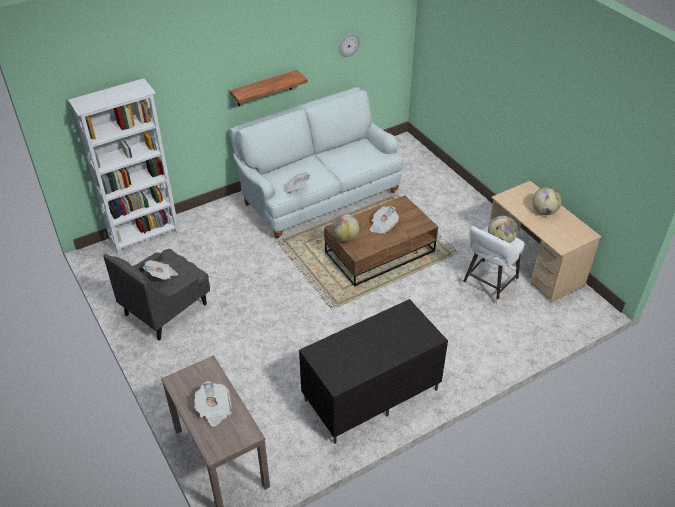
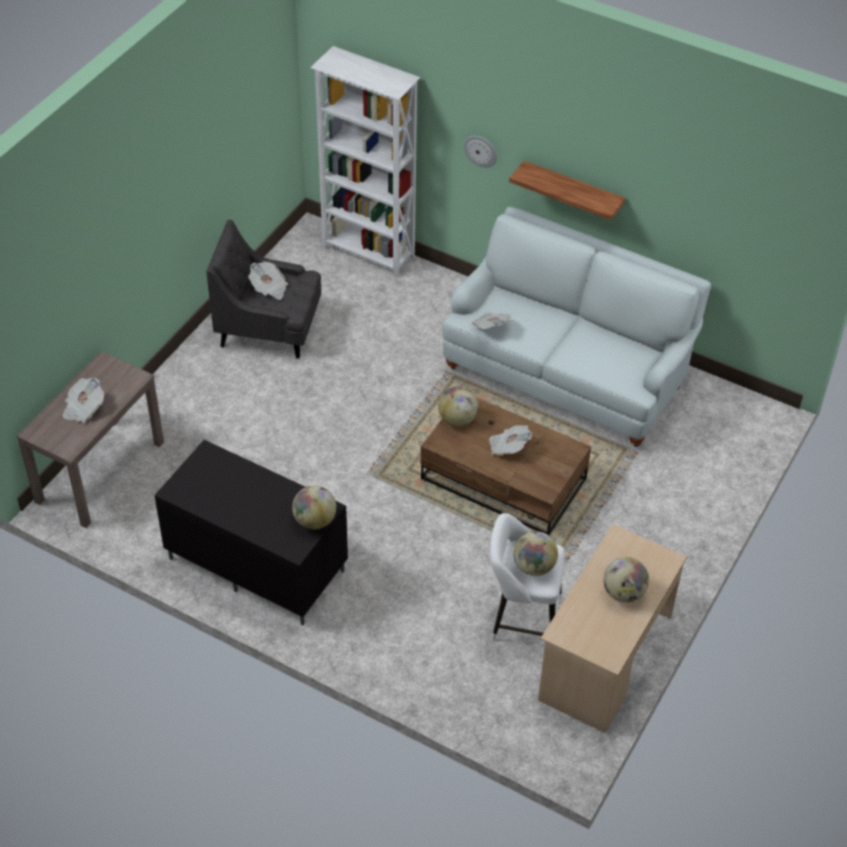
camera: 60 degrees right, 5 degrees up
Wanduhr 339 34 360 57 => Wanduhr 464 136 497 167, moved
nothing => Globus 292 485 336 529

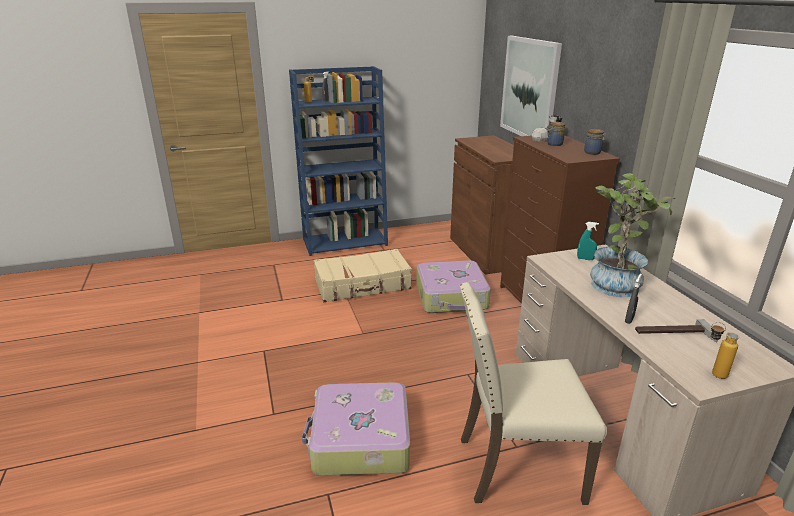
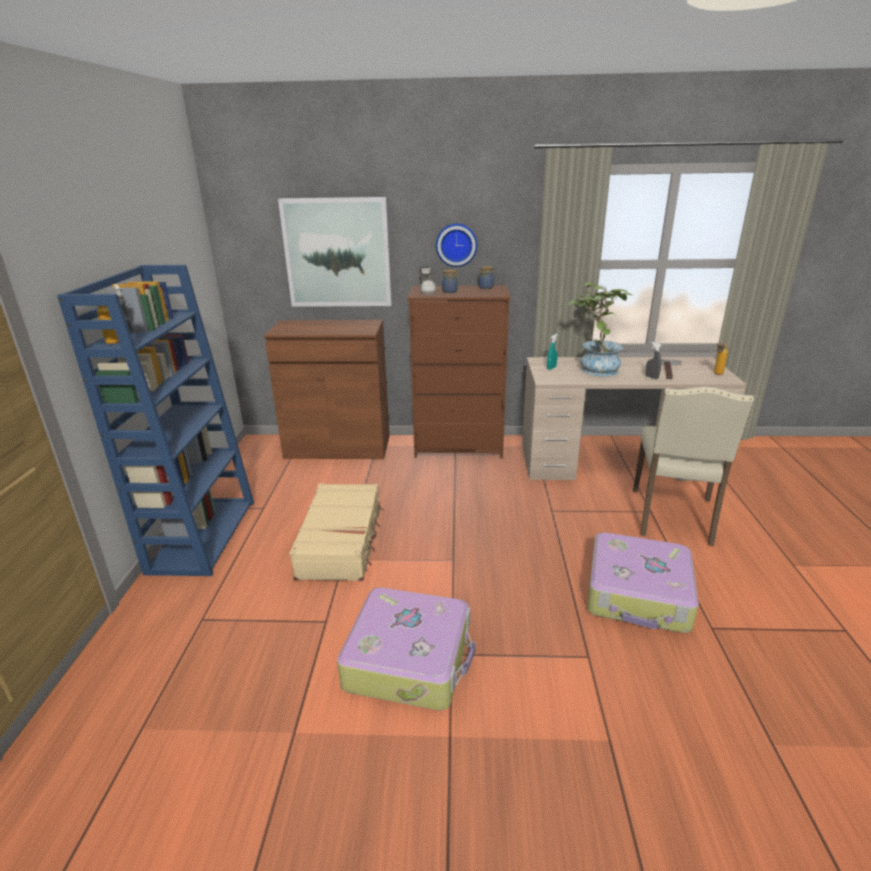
camera: 70 degrees left, 0 degrees up
Koffer 416 260 491 313 => Koffer 337 588 476 710, moved
nothing => Wanduhr 436 224 477 267

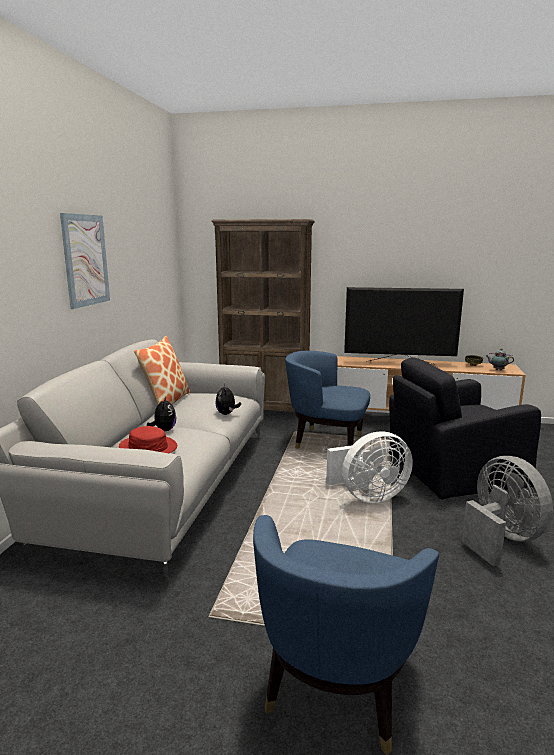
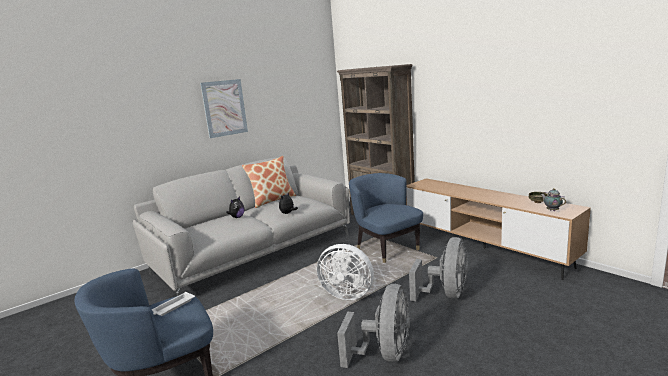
camera: 40 degrees right, 0 degrees up
Hut [rot] 119 426 177 453 => nothing
Fernseher 344 287 464 364 => nothing
Sessel [schwarz] 389 357 541 500 => Ventilator [grau] 409 237 468 301
nothing => Tablett [weiß] 152 292 195 316

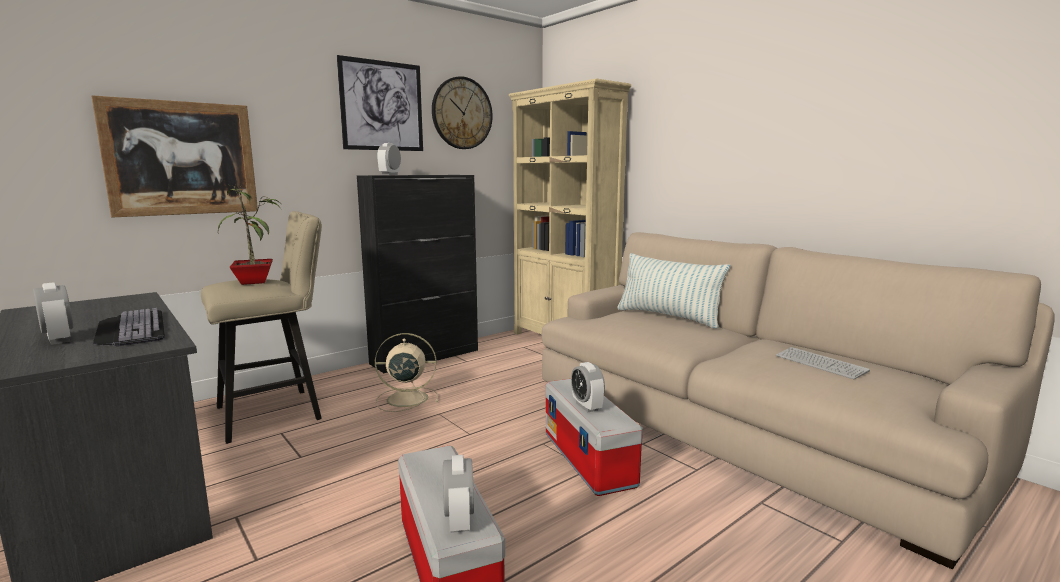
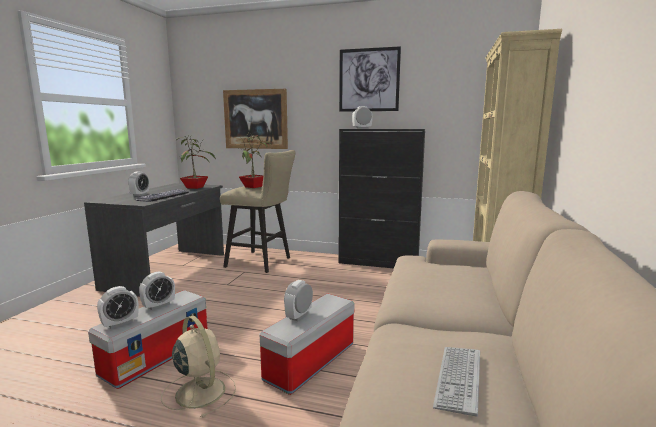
camera: 55 degrees right, 0 degrees up
Ventilator [beige] 375 333 438 412 => Ventilator [beige] 161 316 236 418, moved
Wanduhr 432 76 493 149 => nothing
Kissen 617 253 730 329 => nothing
nothing => Wecker 139 272 175 310
nothing => Topfpflanze 175 135 216 189

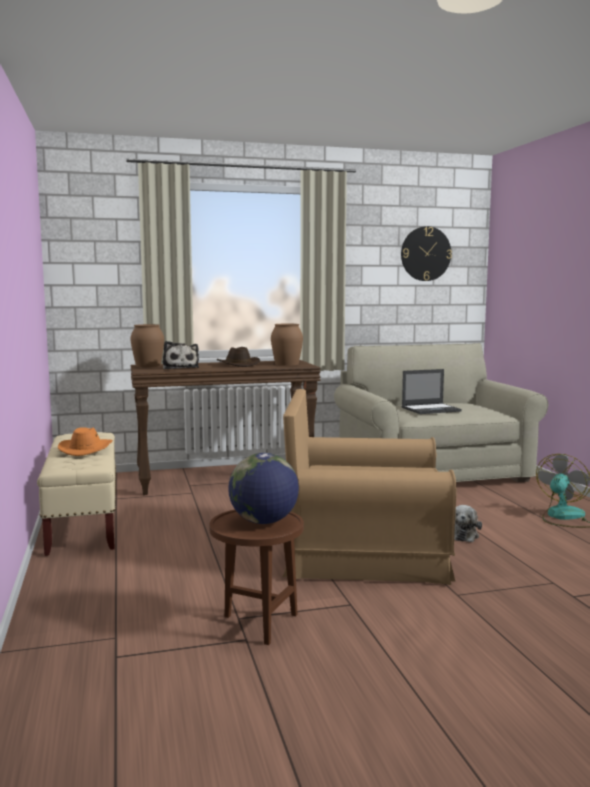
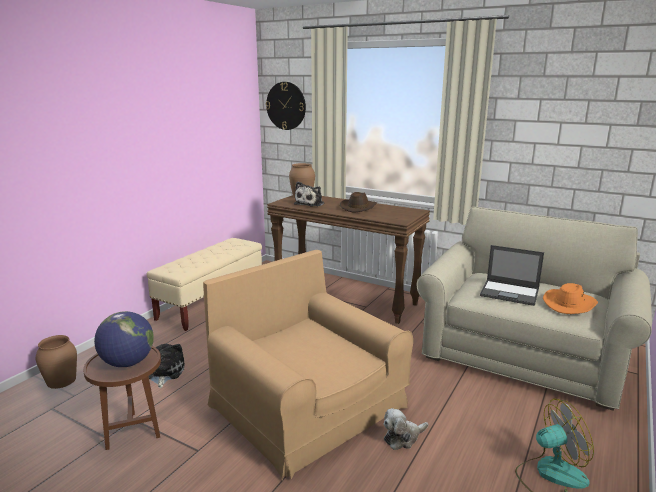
camera: 45 degrees right, 10 degrees up
Hut [orange] 58 427 113 456 => Hut [orange] 543 283 598 314, moved
Vase [braun] 271 324 303 366 => Vase [braun] 36 335 77 389, moved
Wanduhr 401 226 452 281 => Wanduhr 266 82 306 130, moved
nothing => Plüschtier 149 344 185 388

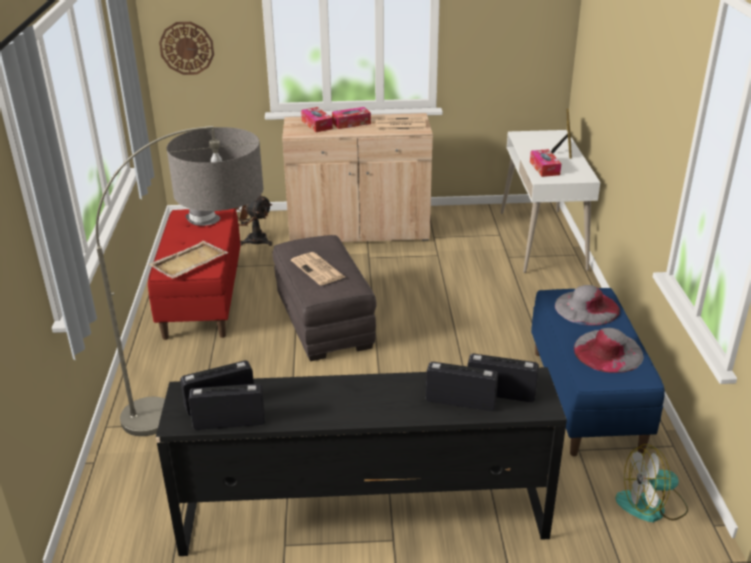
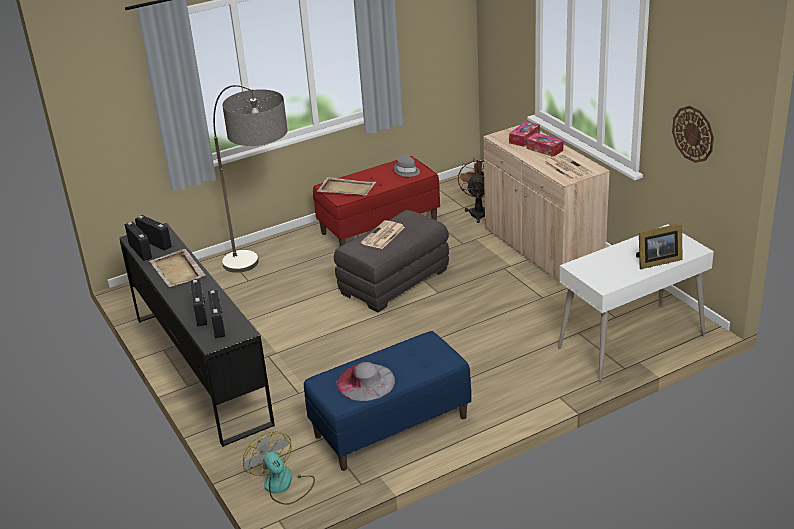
camera: 65 degrees right, 0 degrees up
Wanduhr 159 22 214 75 => Wanduhr 672 106 714 163, moved
Taschentuchbox 530 149 561 177 => nothing
Hut [grau] 555 285 620 326 => nothing
nothing => Tablett [beige] 149 249 206 287

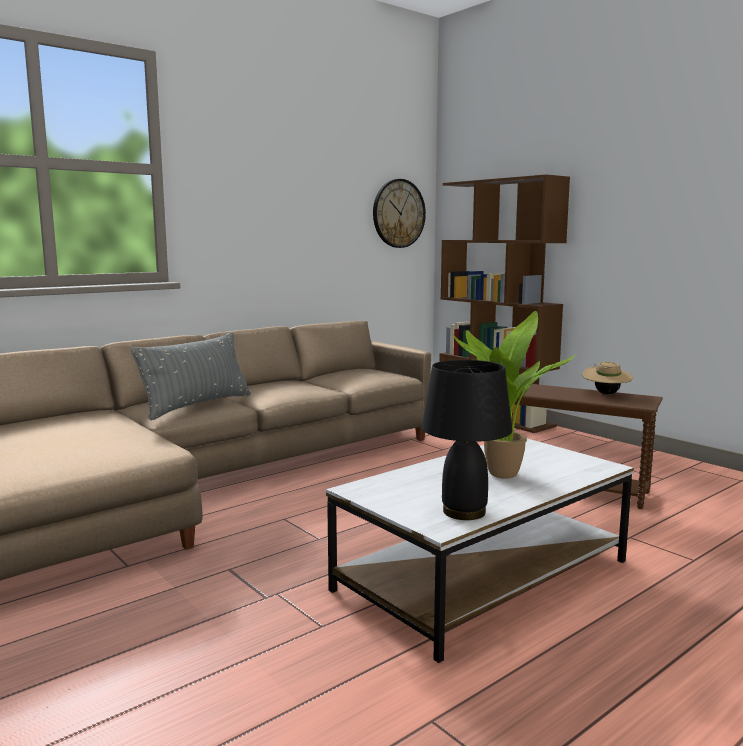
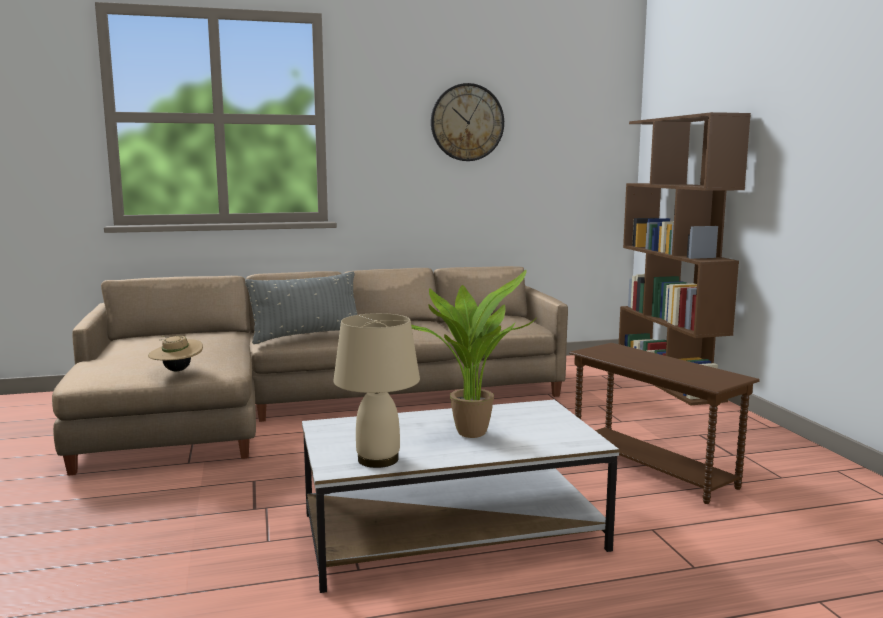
camera: 25 degrees right, 0 degrees up
Wanduhr 373 179 426 248 => Wanduhr 431 83 504 161, moved
Tischlampe [schwarz] 422 360 512 520 => Tischlampe [beige] 333 313 420 468
Hut [beige] 582 362 633 394 => Hut [beige] 148 336 203 371, moved

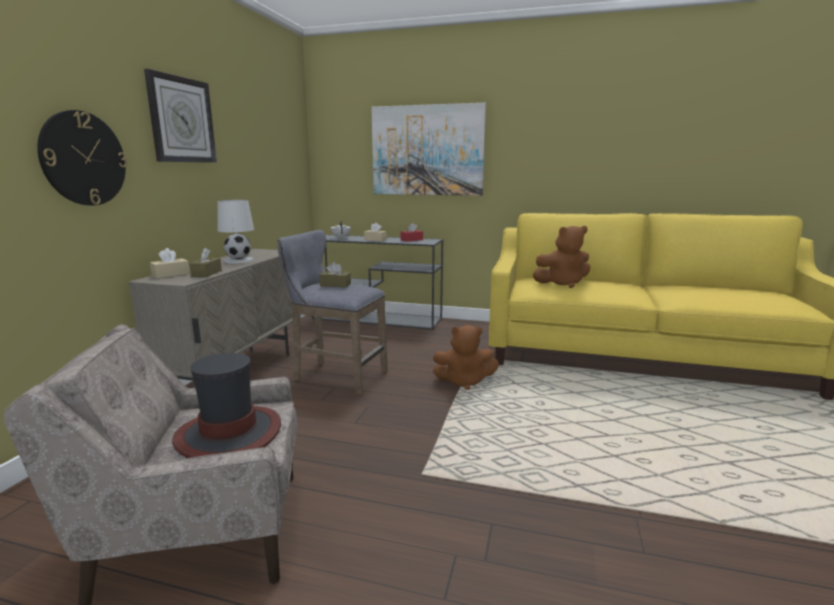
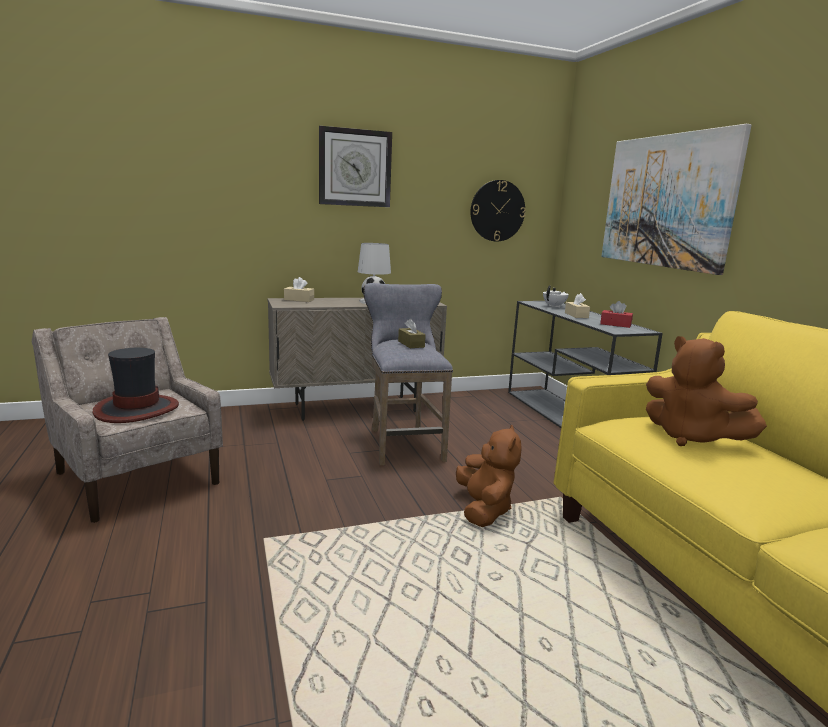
camera: 55 degrees right, 0 degrees up
Wanduhr 37 110 127 205 => Wanduhr 471 180 526 242, moved
Taschentuchbox [braun] 189 248 222 277 => nothing
Plüschtier [braun] 433 325 499 390 => Plüschtier [braun] 456 425 522 527, 150 degrees counterclockwise

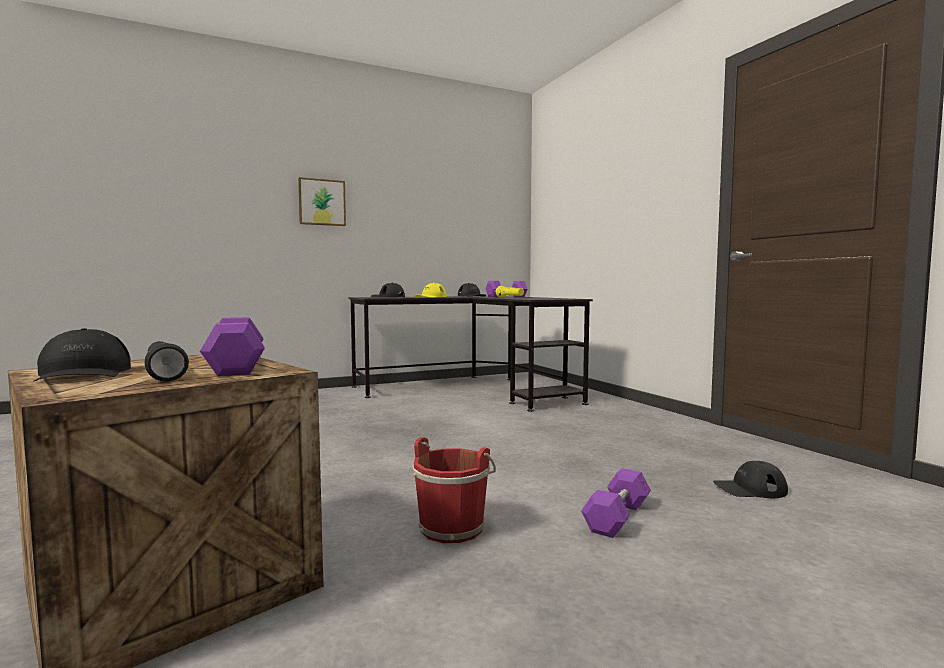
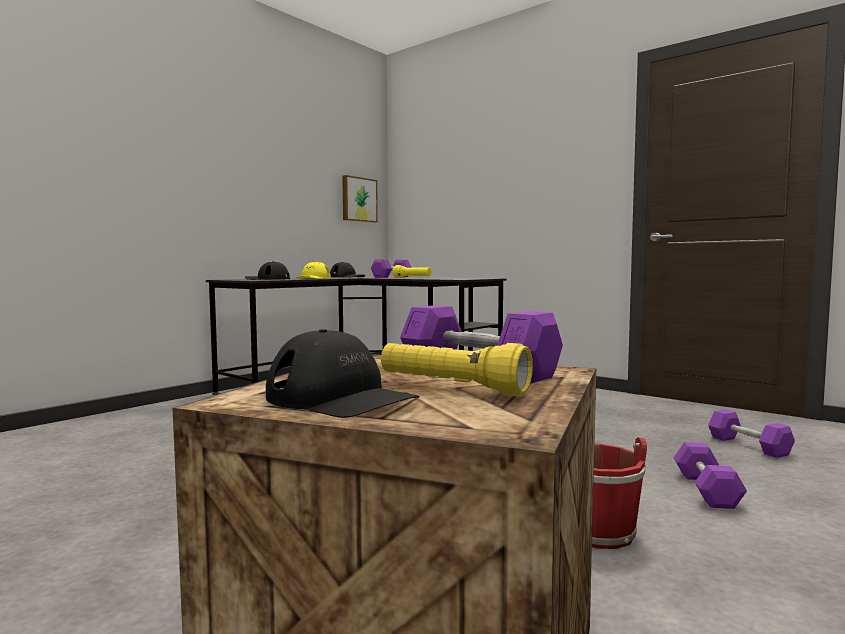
camera: 25 degrees left, 0 degrees up
Taschenlampe [schwarz] 144 341 189 382 => Taschenlampe [gelb] 381 343 533 396
Bild 298 177 346 226 => Bild 342 175 378 223, moved
Kappe [schwarz] 713 461 788 498 => Hantel [lila] 708 409 795 458

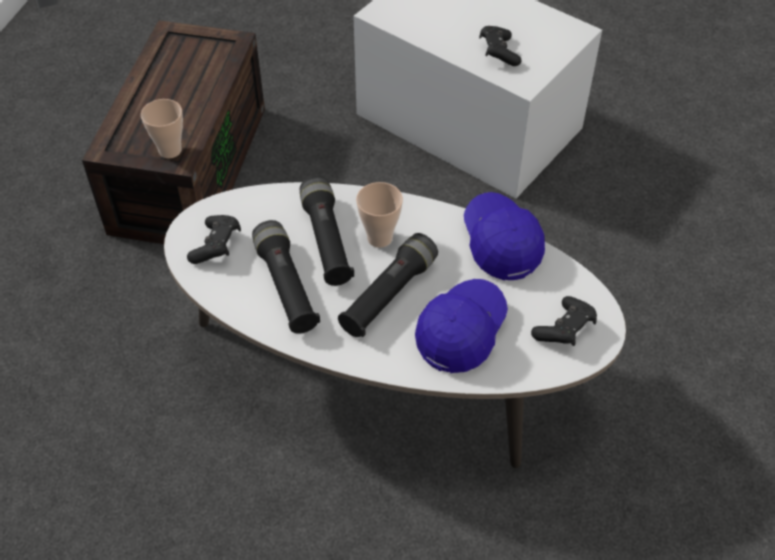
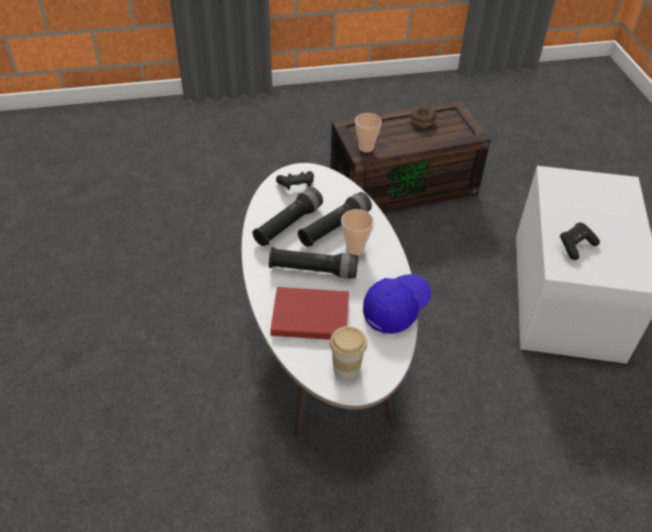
camera: 60 degrees right, 5 degrees down
Kappe [blau] 415 279 508 373 => Buch [rot] 270 287 349 340
Gamepad [schwarz] 531 296 597 346 => Tasse 330 326 367 379
nothing => Donut 410 107 436 126

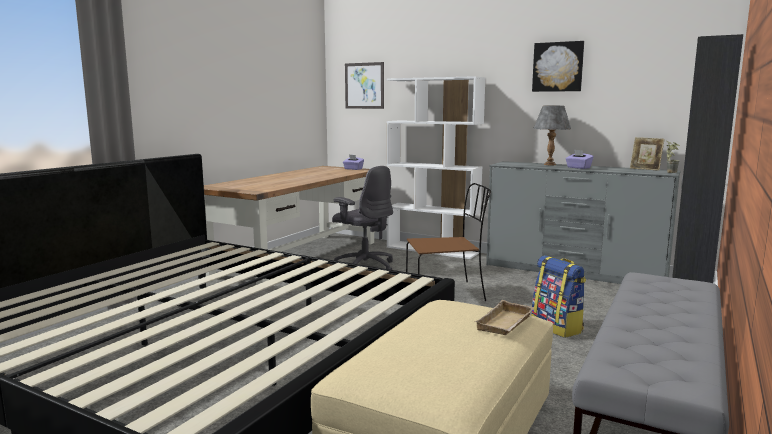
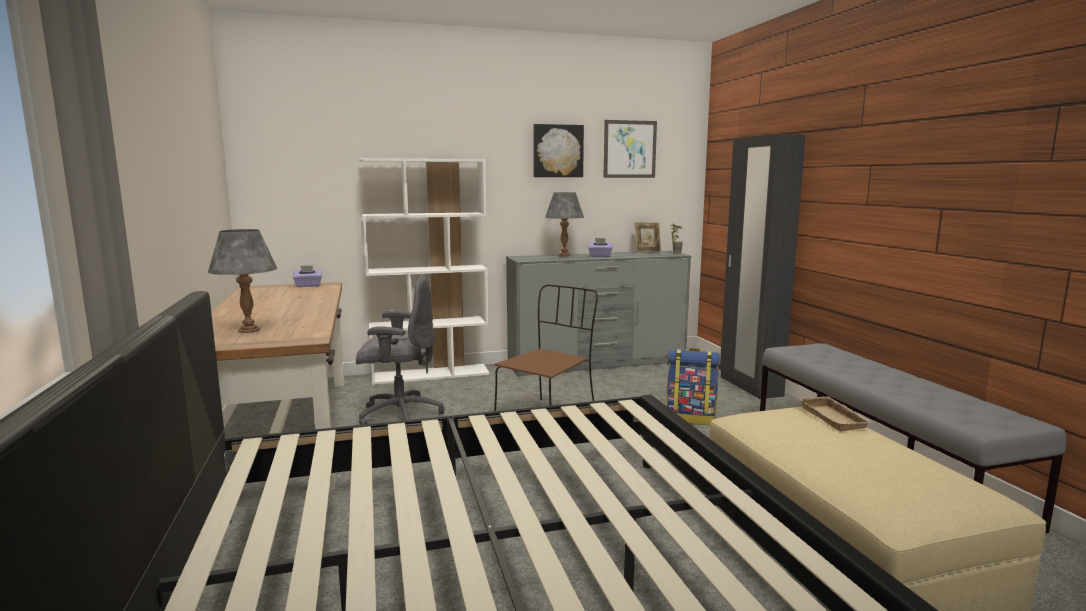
camera: 45 degrees left, 0 degrees up
Bild 345 62 384 109 => Bild 603 120 657 178, moved
nothing => Tischlampe [grau] 208 229 277 333

